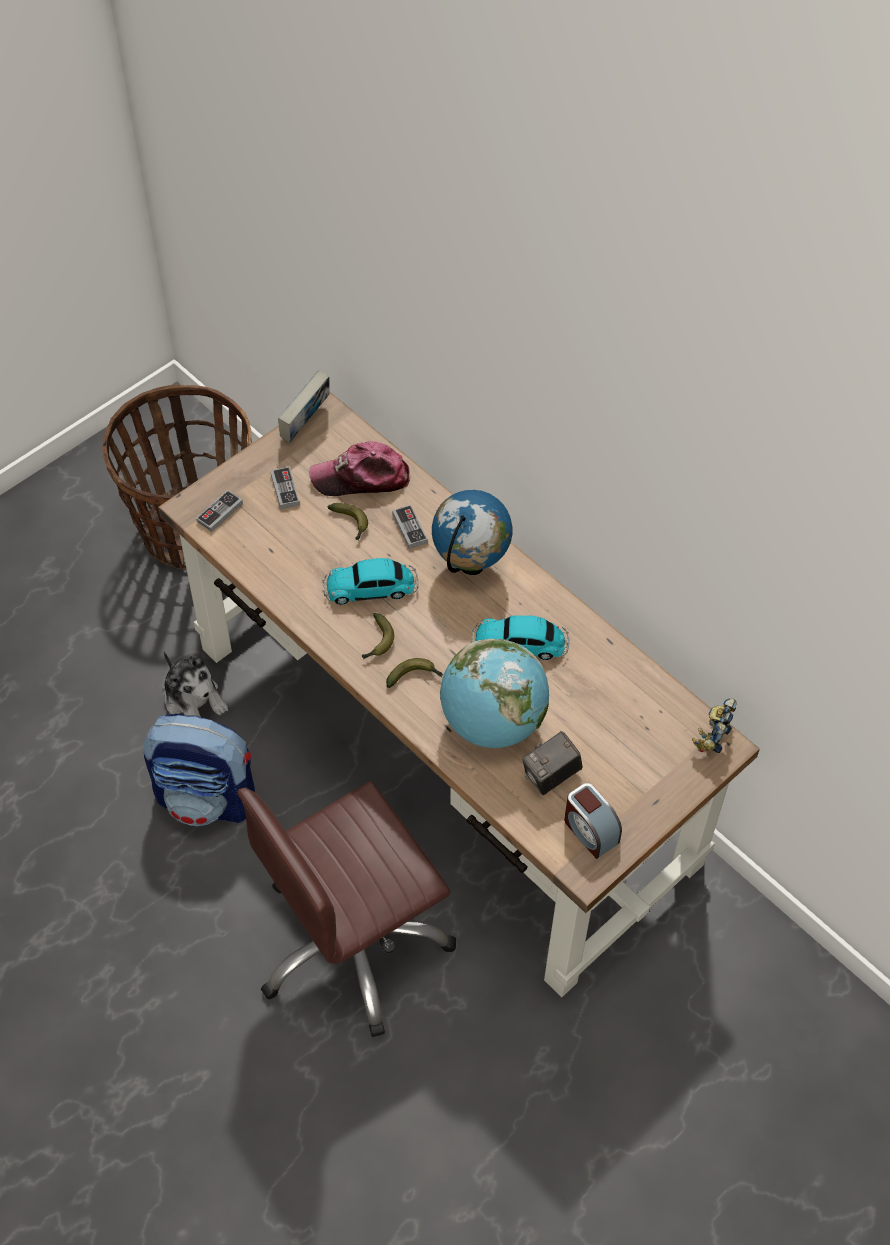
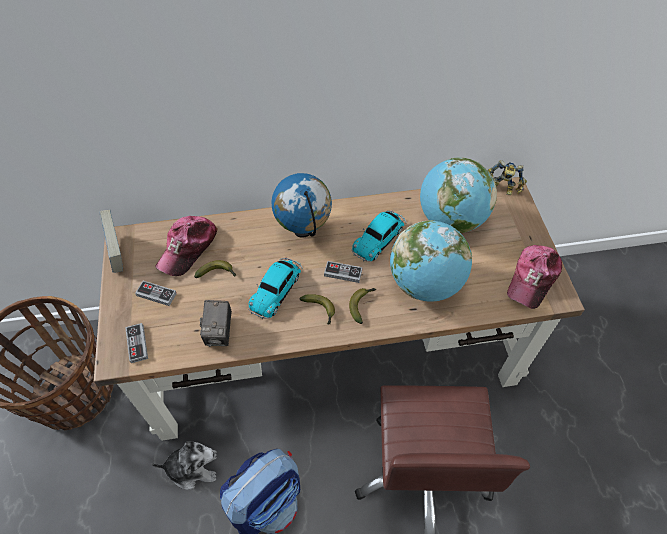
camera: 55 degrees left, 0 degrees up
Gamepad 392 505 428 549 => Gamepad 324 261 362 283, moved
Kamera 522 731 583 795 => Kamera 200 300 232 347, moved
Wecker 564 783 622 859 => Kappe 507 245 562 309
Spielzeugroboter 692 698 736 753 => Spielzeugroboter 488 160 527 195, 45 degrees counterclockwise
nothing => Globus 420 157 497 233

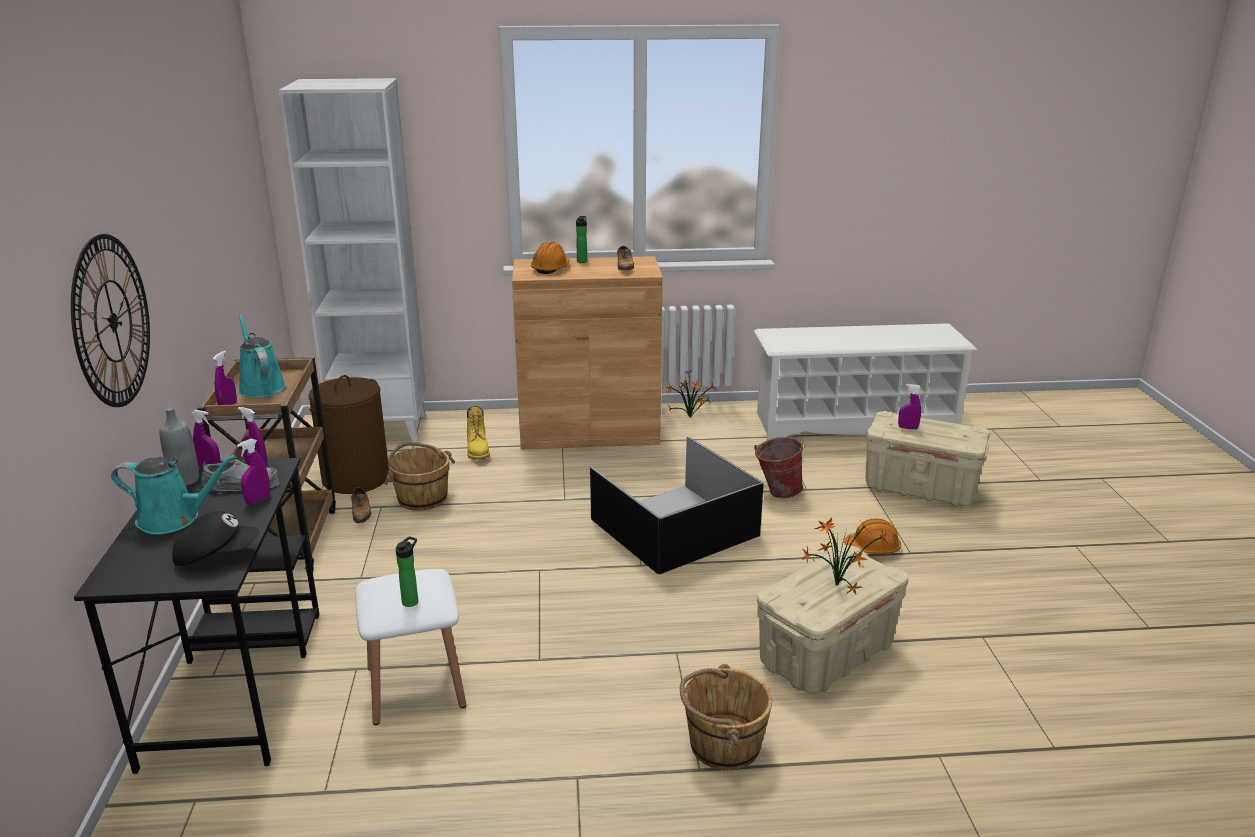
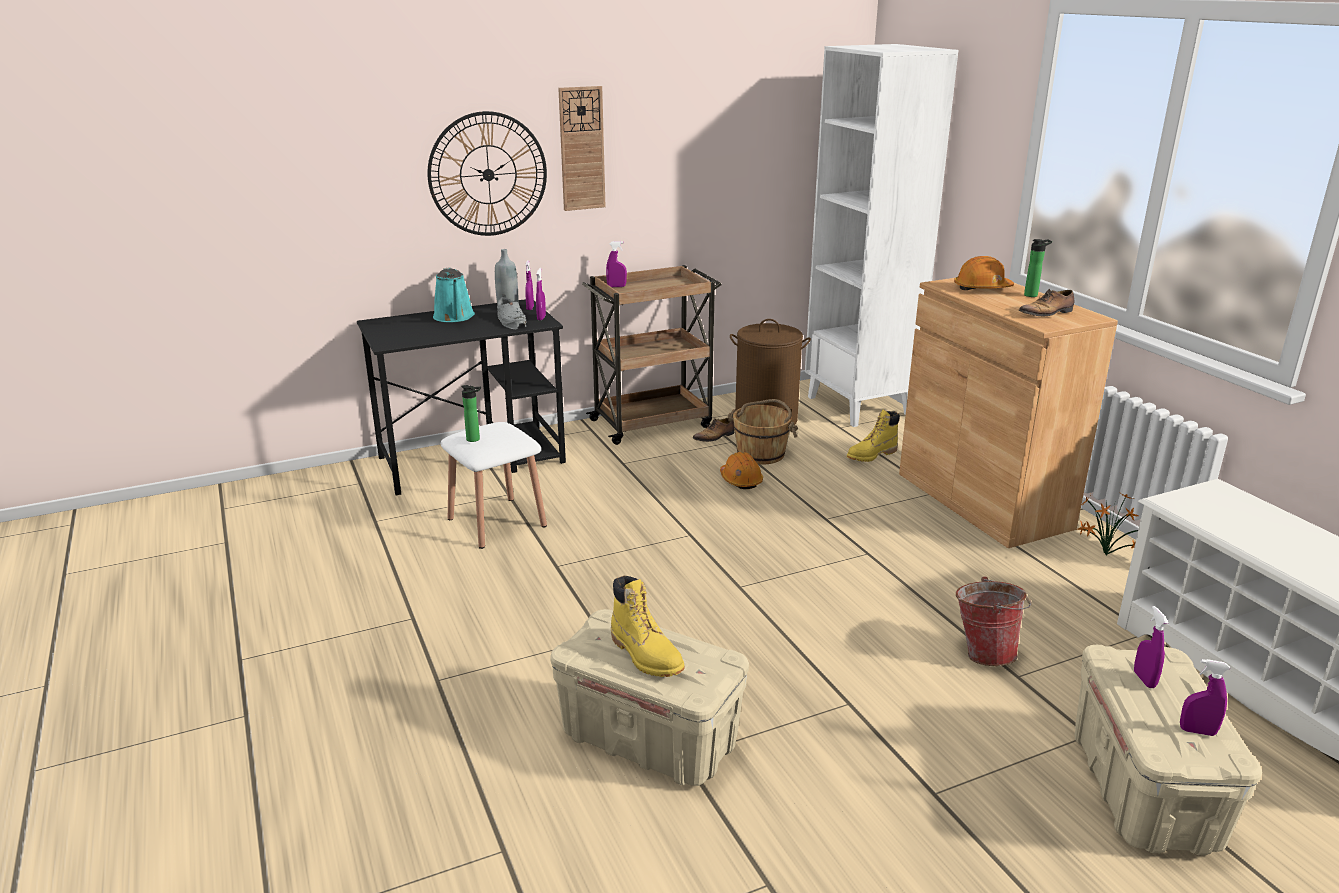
camera: 70 degrees right, 0 degrees up
Kappe [schwarz] 172 511 259 566 => nothing
Sprühflasche [lila] 237 439 270 504 => Sprühflasche [lila] 1180 659 1230 736, moved
Gießkanne [türkis] 238 314 286 397 => nothing
Aufbewahrungsbox [schwarz] 590 437 764 575 => nothing
Eimer [braun] 680 664 772 770 => nothing
Topfpflanze 802 517 889 595 => Stiefel [gelb] 611 576 685 677
Schutzhelm [orange] 844 518 901 554 => Schutzhelm [orange] 720 452 763 489, moved
nothing => Wanduhr 558 86 606 211

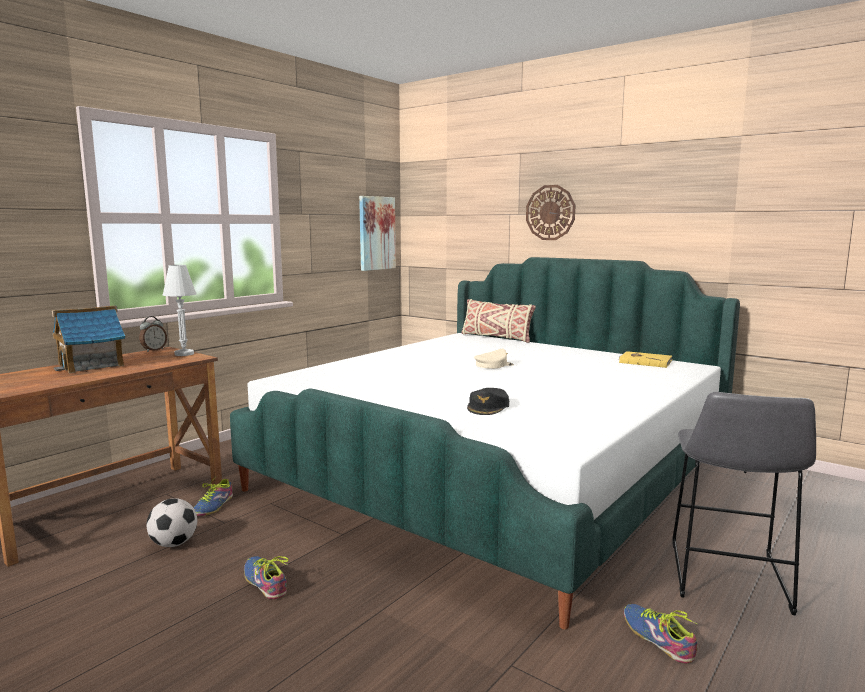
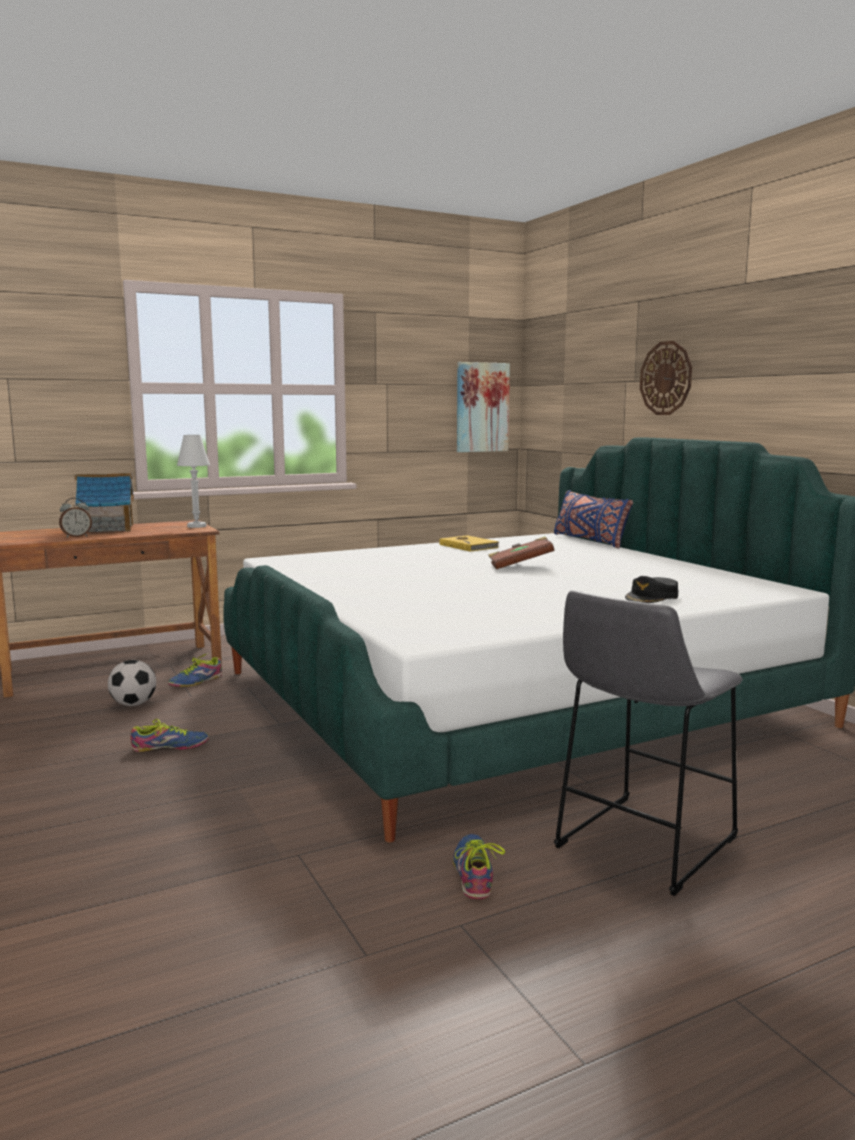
camera: 25 degrees right, 0 degrees up
Wecker 139 316 167 352 => Wecker 59 498 92 538, moved
Schuh 244 556 289 599 => Schuh 130 719 209 752, 90 degrees clockwise
Kissen [beige] 462 299 536 343 => Kissen [blau] 554 490 633 549
Kappe [schwarz] 467 388 509 415 => Kappe [schwarz] 625 576 678 603, moved
Kappe [beige] 474 349 514 369 => Buch [braun] 488 536 555 569
Buch [gelb] 619 351 673 368 => Buch [gelb] 439 535 499 552, moved

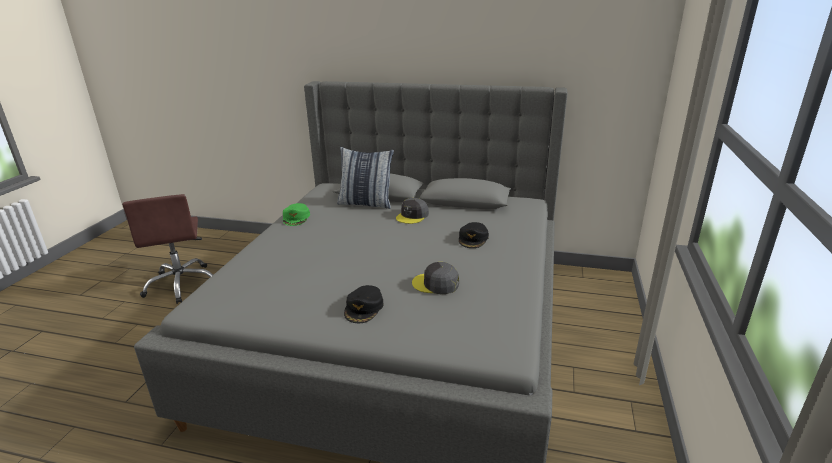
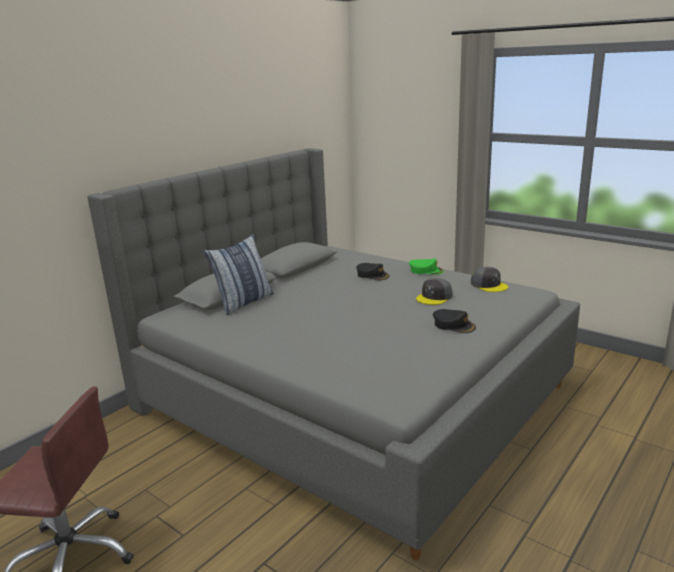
camera: 65 degrees left, 5 degrees down
Kappe [grün] 283 203 310 226 => Kappe [grün] 409 258 444 275, moved
Kappe [grau] 396 198 429 224 => Kappe [grau] 471 267 508 292, moved

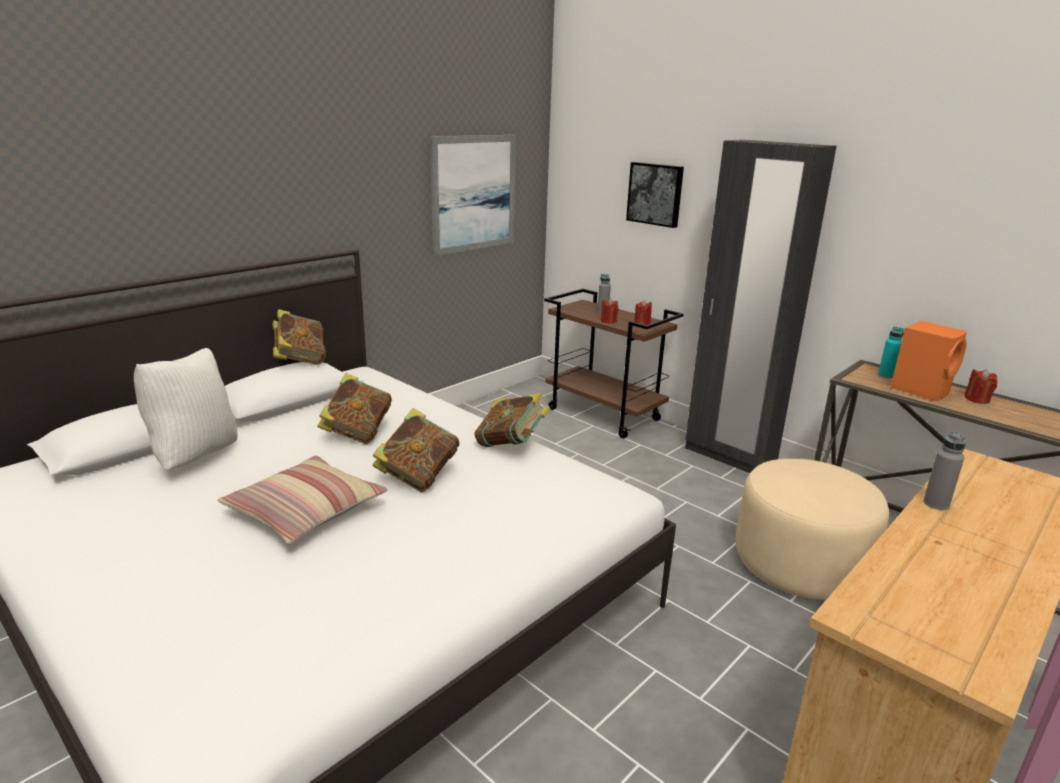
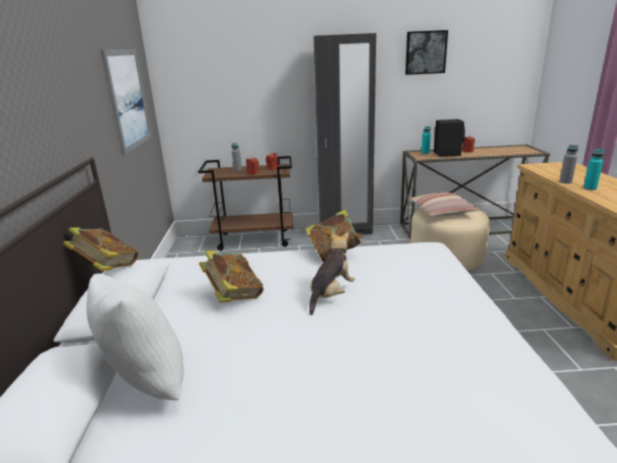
camera: 45 degrees left, 0 degrees up
Kissen 218 456 387 544 => Kissen 409 192 481 216, moved
Buch 373 408 460 492 => Plüschtier 309 232 355 315
Bild 626 162 684 228 => Bild 405 30 448 75, moved
Lautsprecher [orange] 890 321 967 401 => Lautsprecher [schwarz] 434 119 465 157
nothing => Flasche [türkis] 583 149 604 190

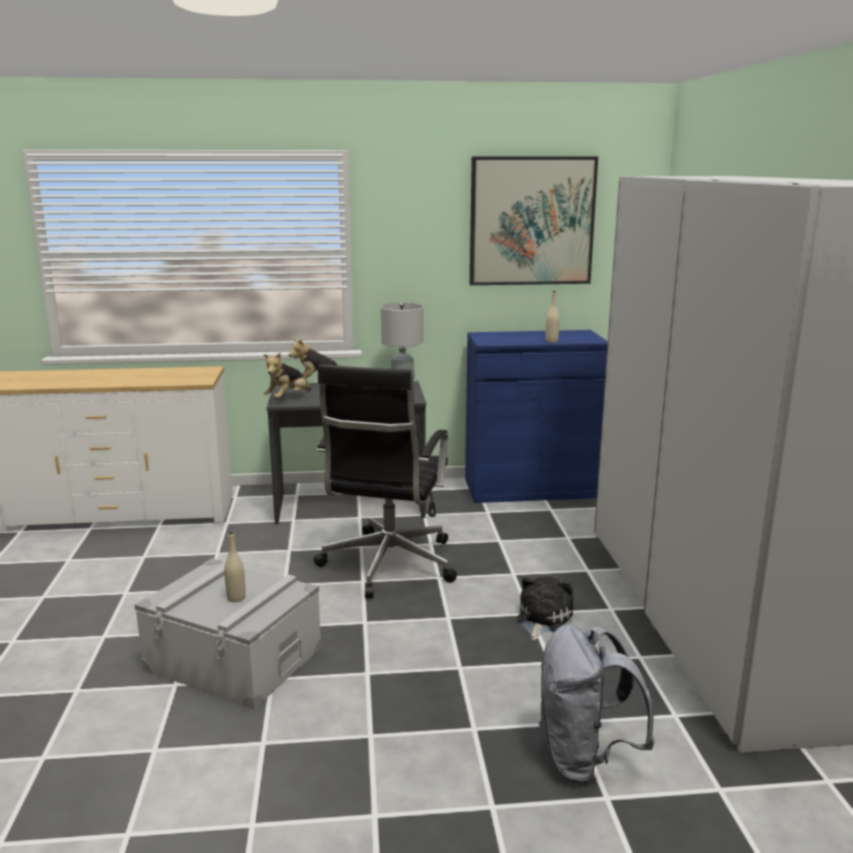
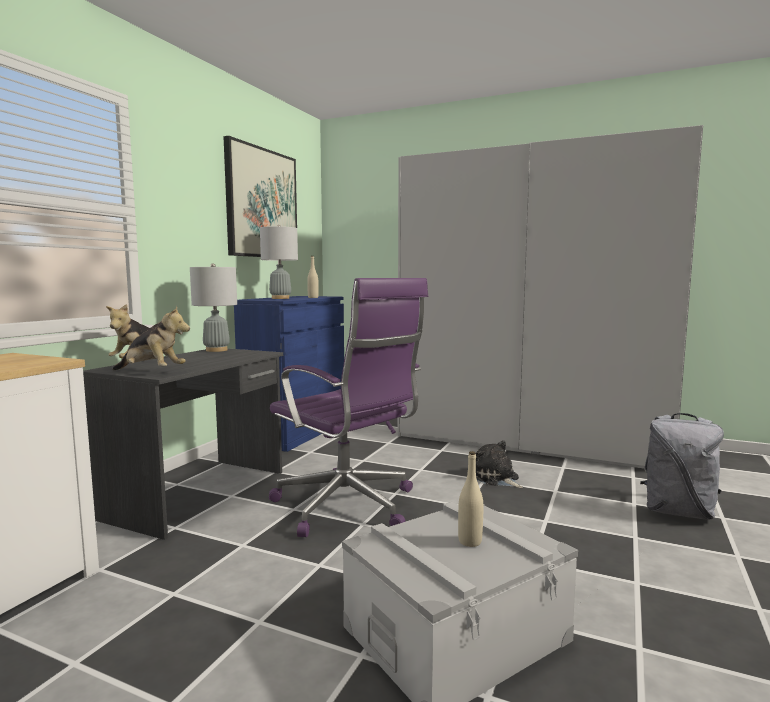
camera: 60 degrees left, 10 degrees down
Plüschtier 263 353 311 398 => Plüschtier 113 306 190 370, 45 degrees counterclockwise
Bürostuhl [schwarz] 314 364 457 598 => Bürostuhl [lila] 269 278 428 537
nothing => Tischlampe [grau] 260 225 298 299

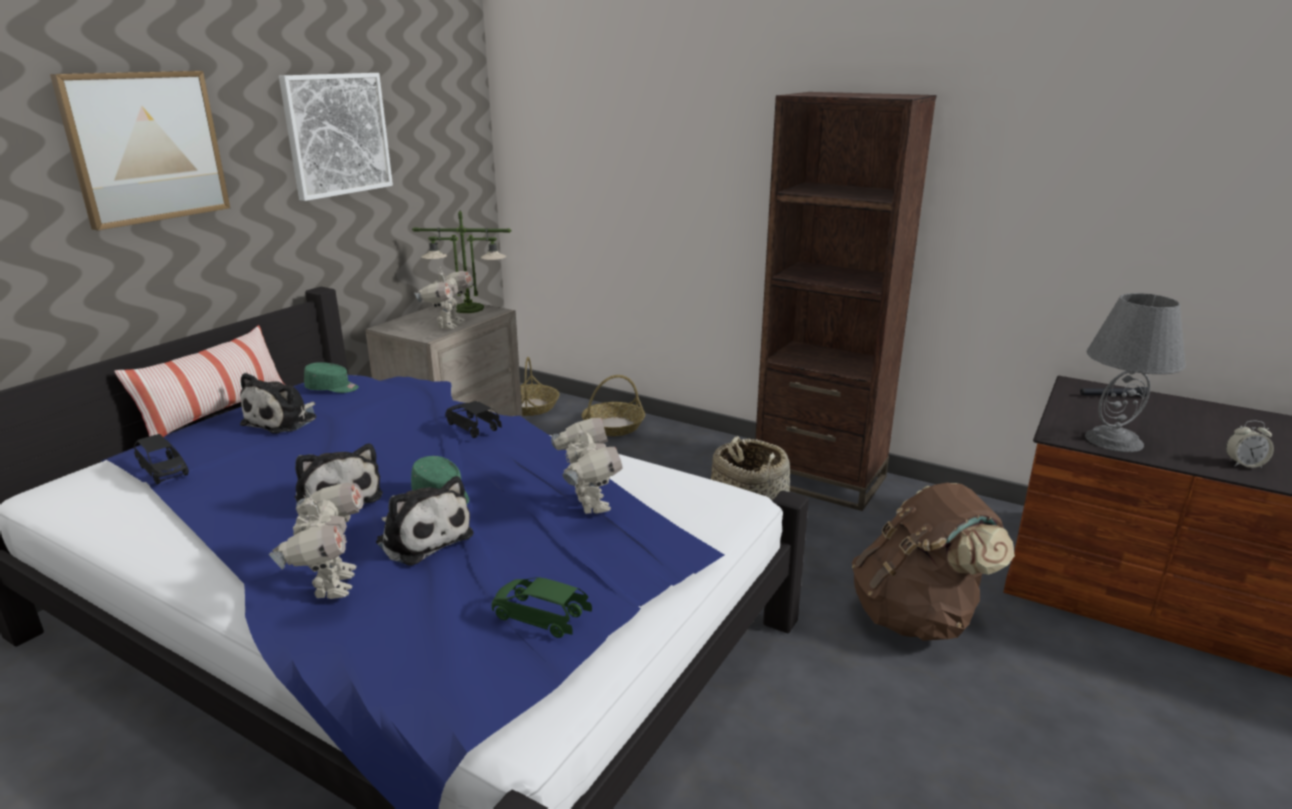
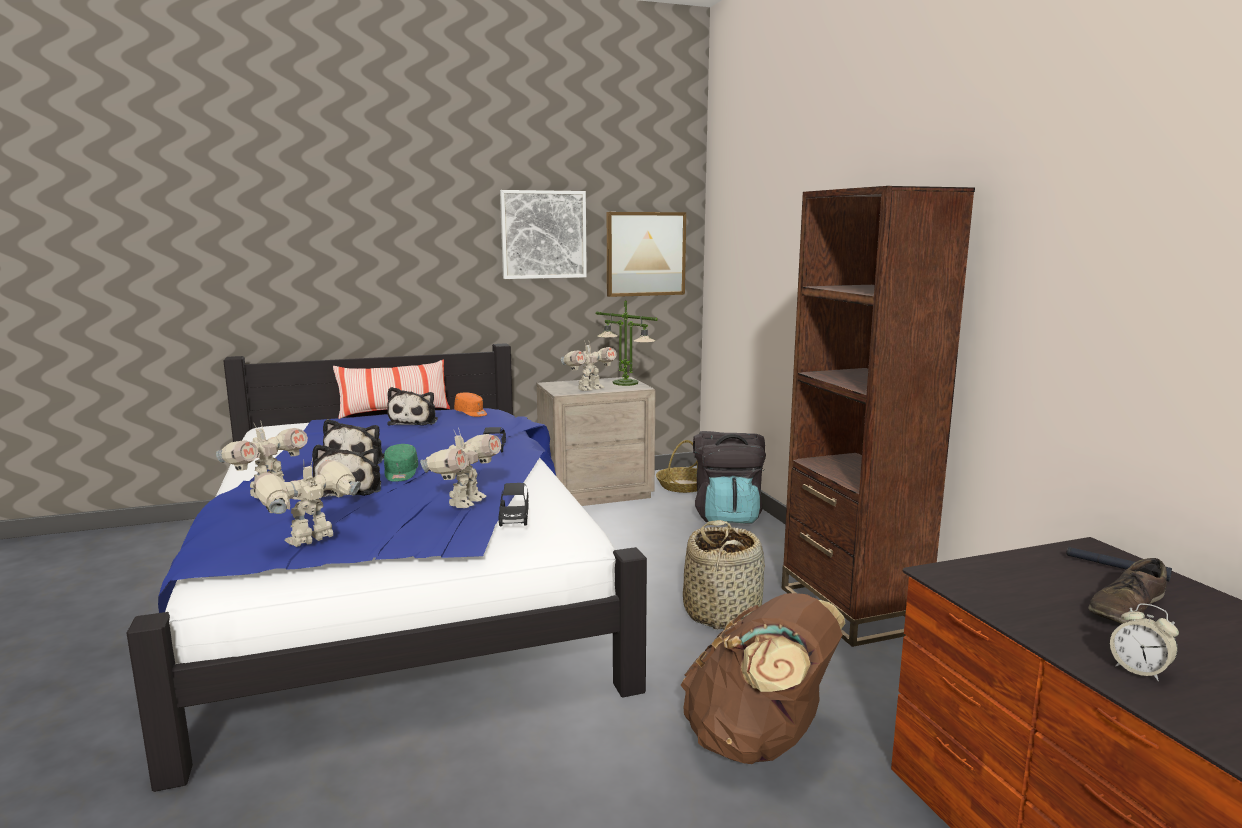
camera: 40 degrees right, 10 degrees down
Bild 50 71 230 231 => Bild 607 212 686 297, moved
Spielzeugauto [schwarz] 134 434 189 484 => Spielzeugauto [schwarz] 499 483 529 526, moved
Plüschtier 240 373 316 433 => Plüschtier 387 387 438 426, 60 degrees counterclockwise
Kappe [grün] 304 362 359 393 => Kappe [orange] 454 392 487 417
Spielzeugauto [grün] 492 577 592 638 => Spielzeugroboter 254 458 361 547
Korb 582 375 645 436 => Rucksack [schwarz] 693 431 766 524
Tischlampe [grau] 1085 293 1186 452 => nothing
nothing => Schuh [braun] 1088 558 1167 624

